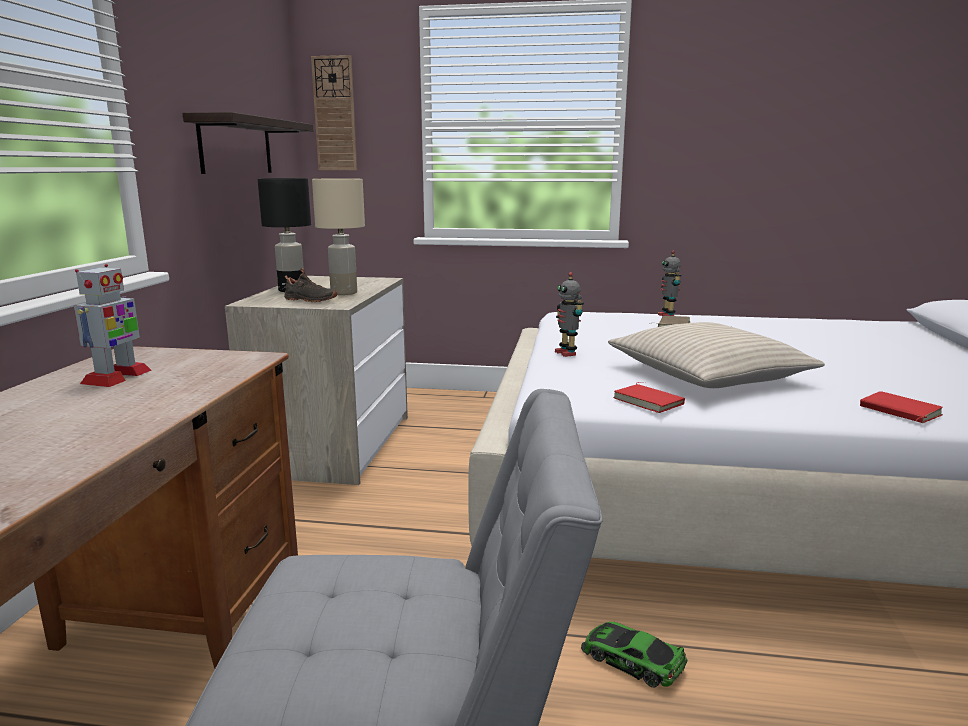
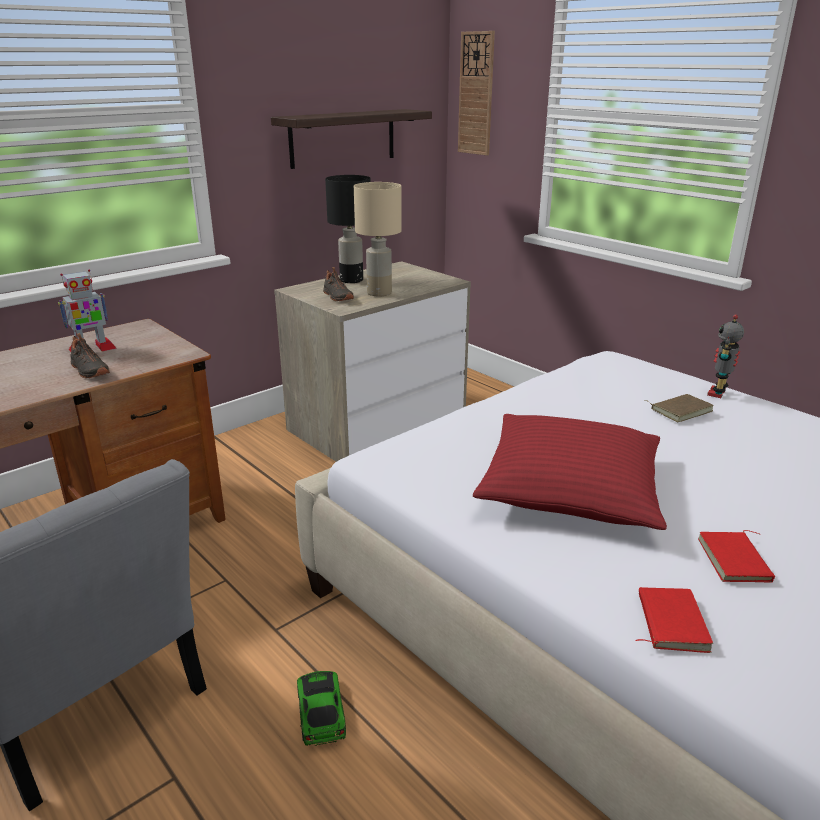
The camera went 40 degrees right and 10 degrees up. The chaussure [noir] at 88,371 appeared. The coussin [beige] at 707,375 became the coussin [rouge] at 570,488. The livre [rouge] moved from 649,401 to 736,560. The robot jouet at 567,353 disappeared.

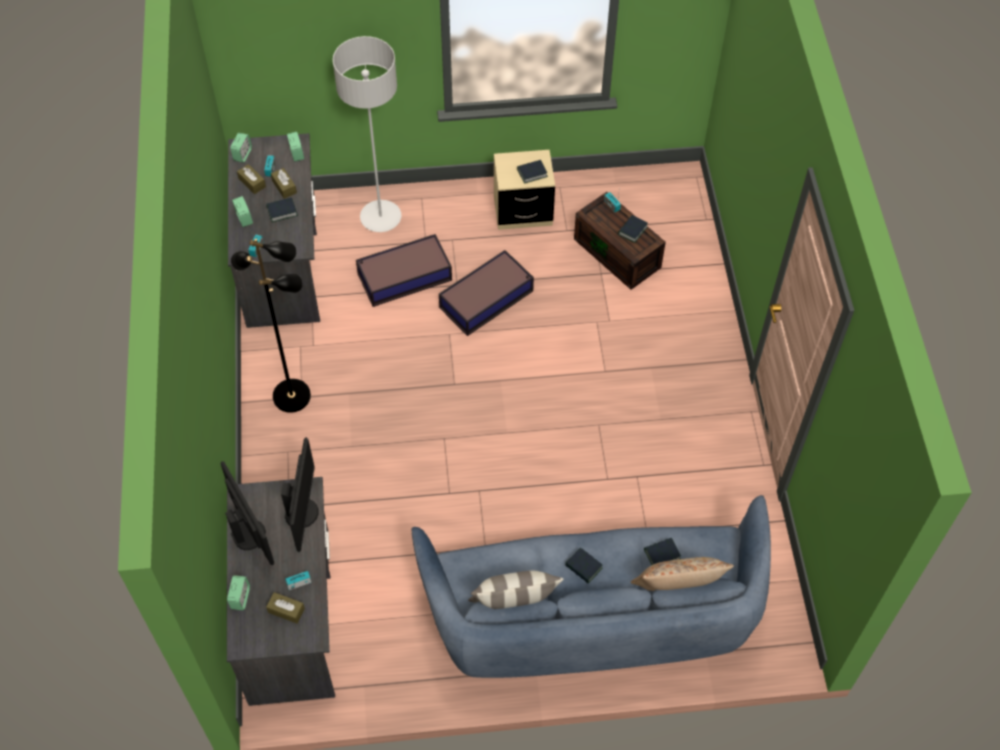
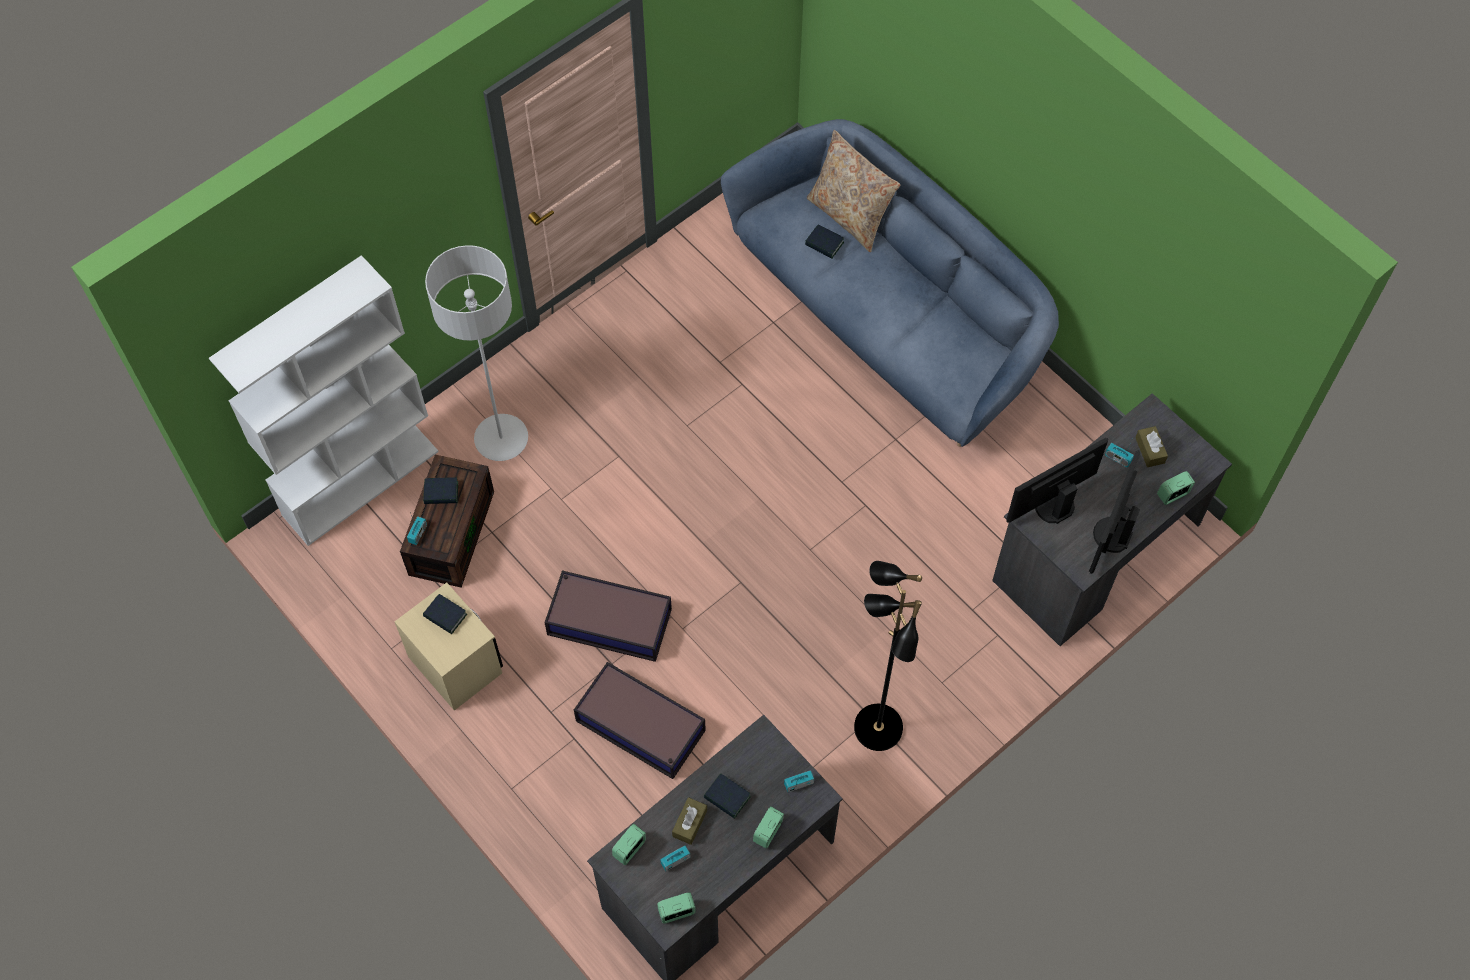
The camera went 125 degrees left and 5 degrees up. The bibliothèque [blanc] at 361,482 appeared. The lampadaire [gris] moved from 380,217 to 501,439. The boîte à mouchoirs [marron] at 252,183 disappeared. The coussin at 514,606 disappeared. The livre at 583,567 disappeared.

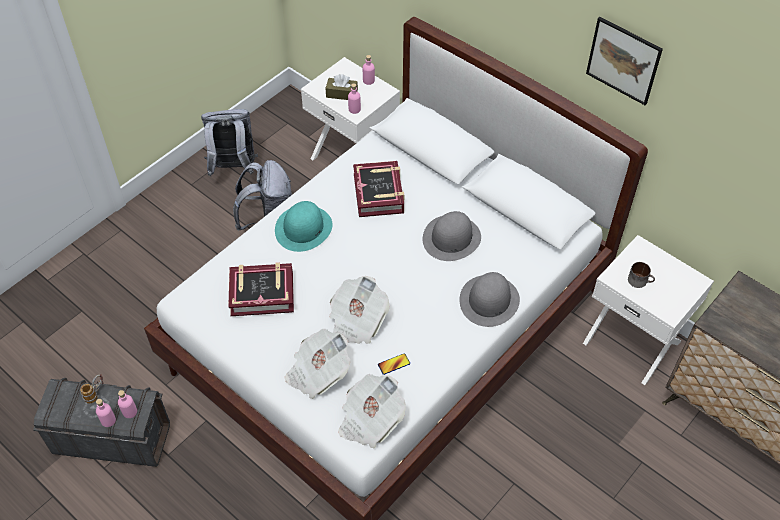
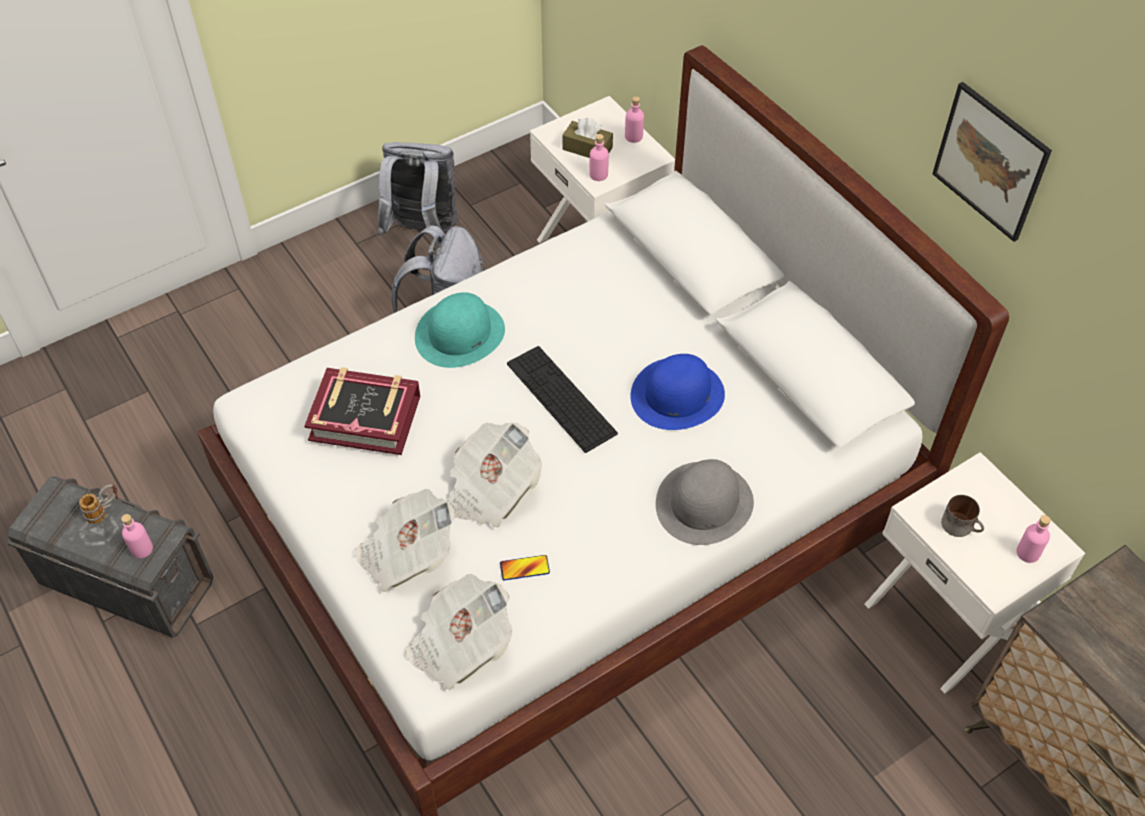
The camera went 15 degrees right and 0 degrees up. The clavier at 561,398 appeared. The chapeau [gris] at 451,238 became the chapeau [bleu] at 677,395. The bouteille [rose] moved from 108,420 to 1027,553. The livre at 379,193 disappeared.

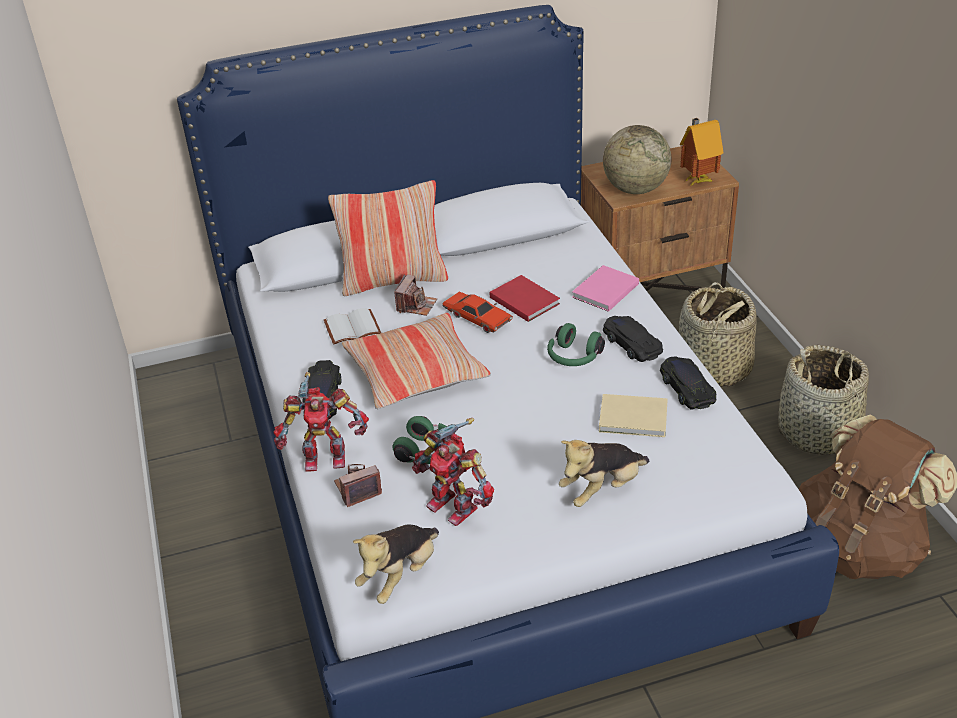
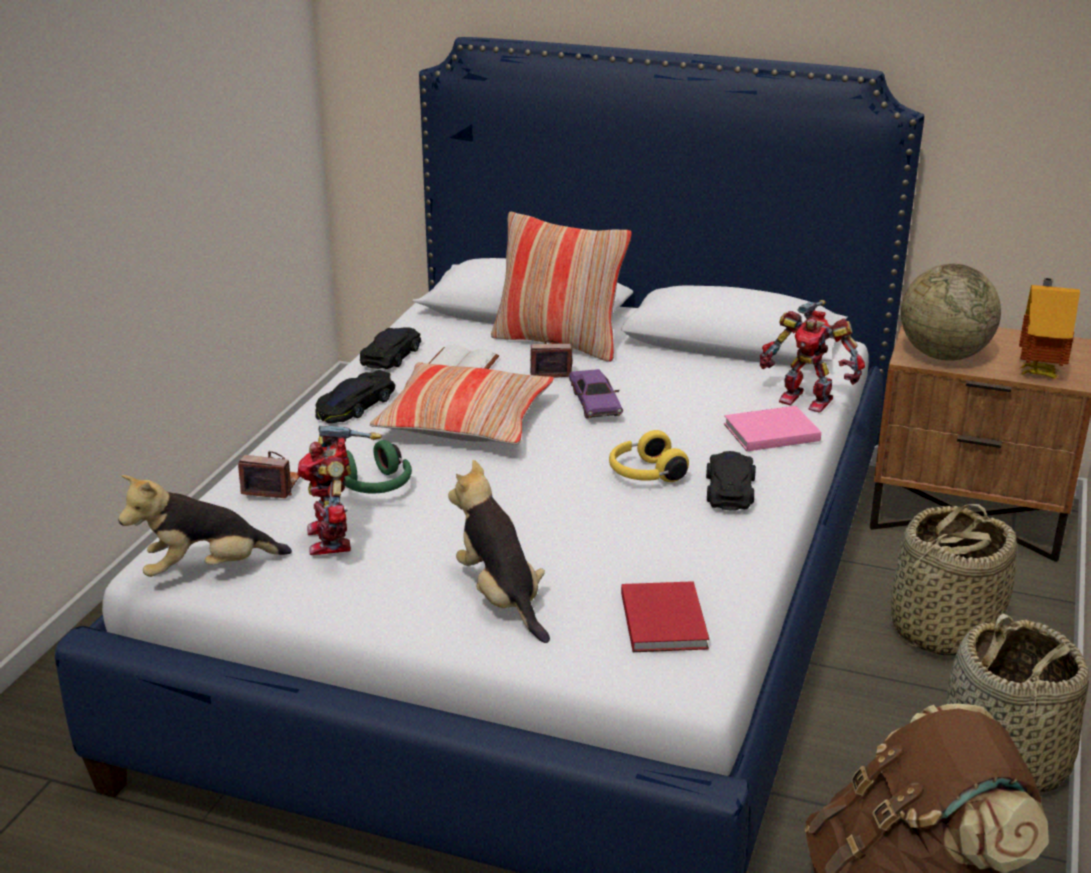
The camera went 35 degrees right and 10 degrees down. The petite voiture [noir] moved from 686,387 to 392,355. The peluche at 602,489 turned 60 degrees clockwise. The appareil photo at 416,305 turned 150 degrees counterclockwise. The petite voiture [rouge] at 477,318 became the petite voiture [violet] at 594,403. The casque audio [vert] at 573,357 became the casque audio [jaune] at 645,474. The livre [rouge] moved from 524,299 to 664,619. The robot jouet moved from 325,456 to 807,399. The livre [beige] at 635,419 disappeared.

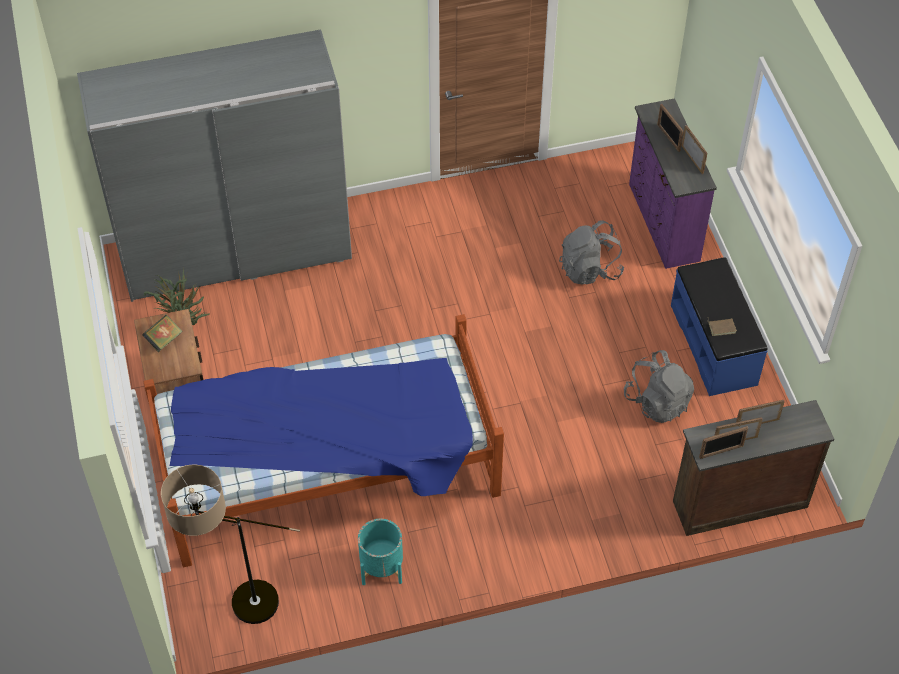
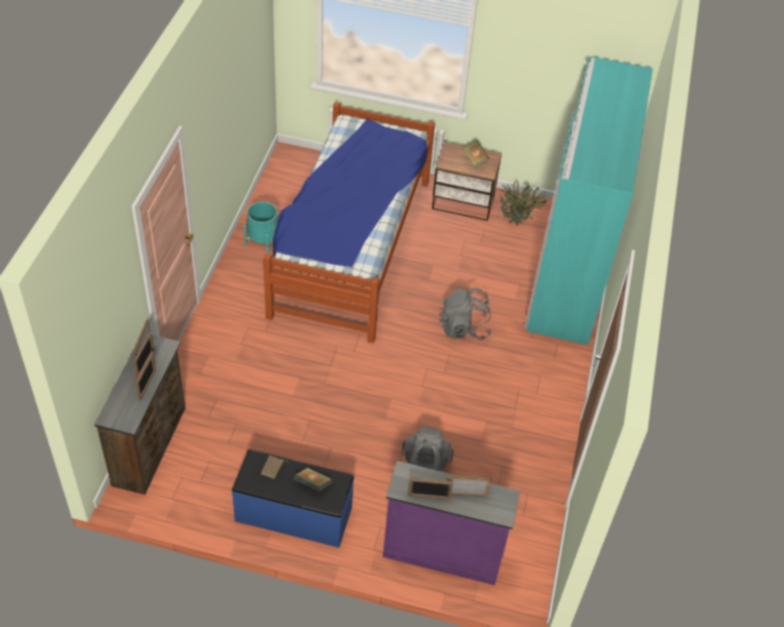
The camera went 115 degrees right and 5 degrees down. The livre at 313,485 appeared. The sac à dos [gris] moved from 657,401 to 464,328. The armoire [gris] at 236,252 became the armoire [turquoise] at 569,273. The lampadaire at 236,607 disappeared.

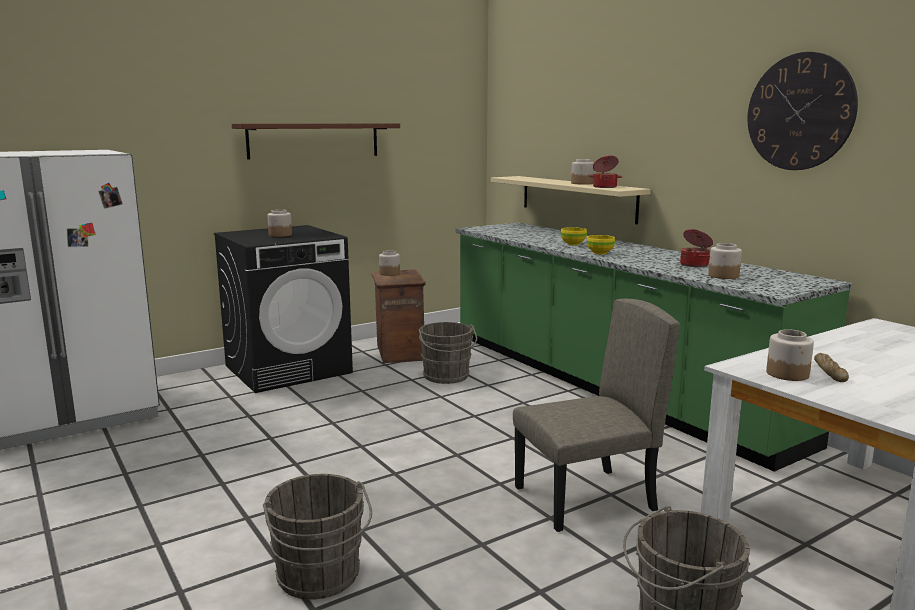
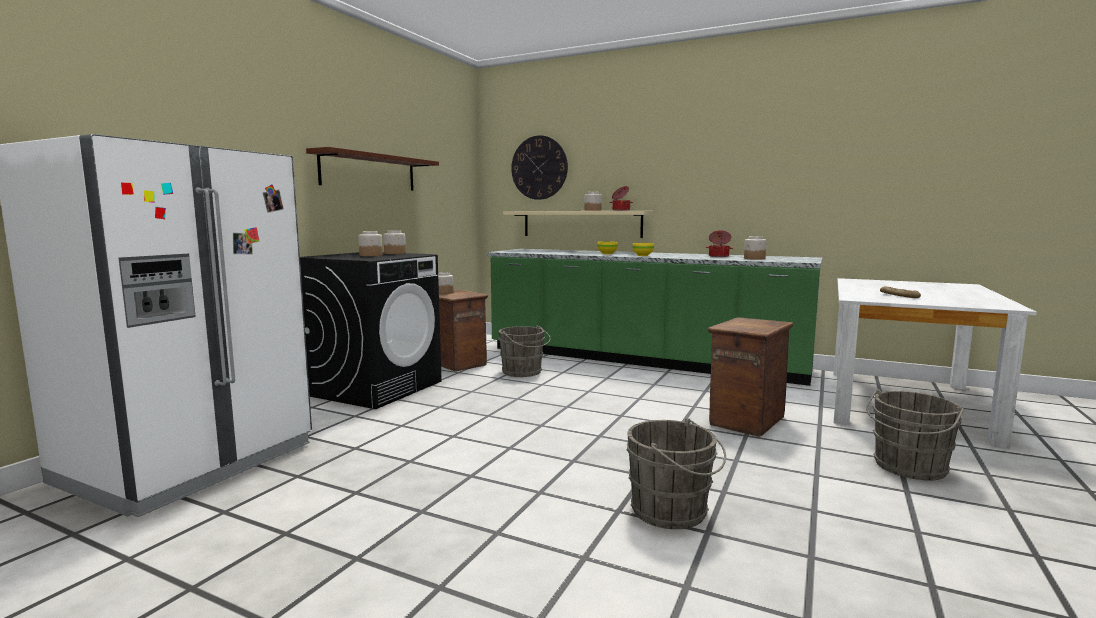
The camera went 30 degrees left and 5 degrees down. The bocal moved from 787,374 to 395,253. The horloge murale moved from 800,112 to 539,167. The chaise [beige] at 585,499 was replaced by the caisse at 746,421.

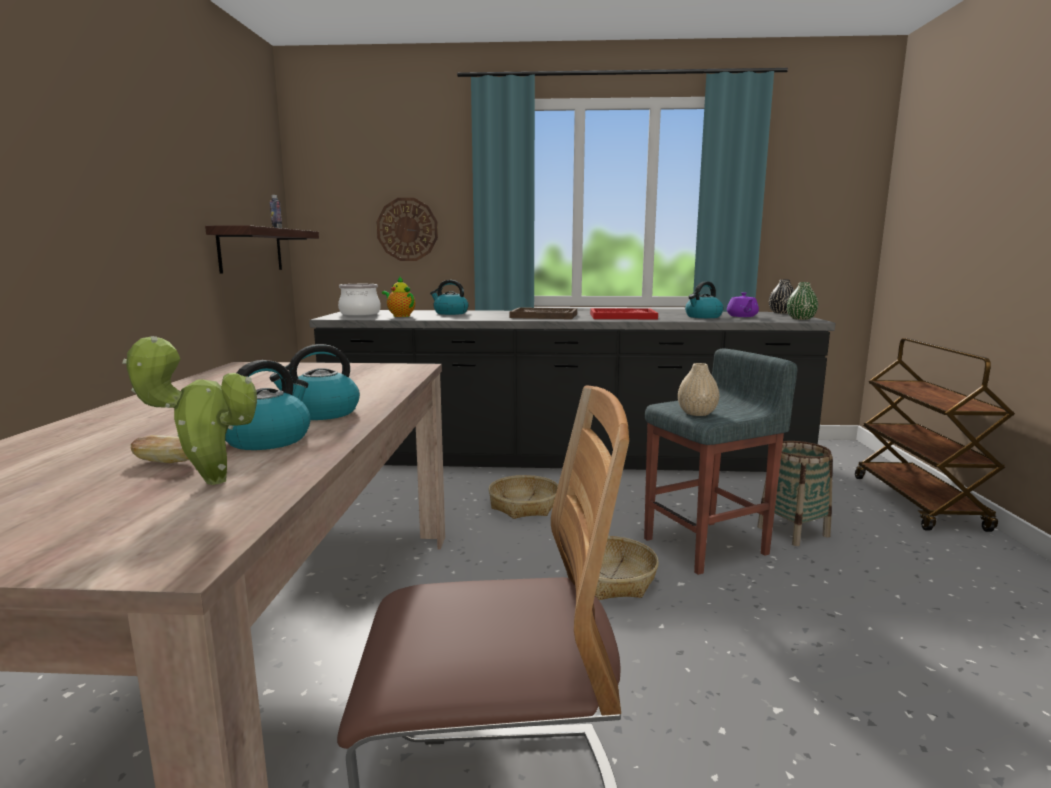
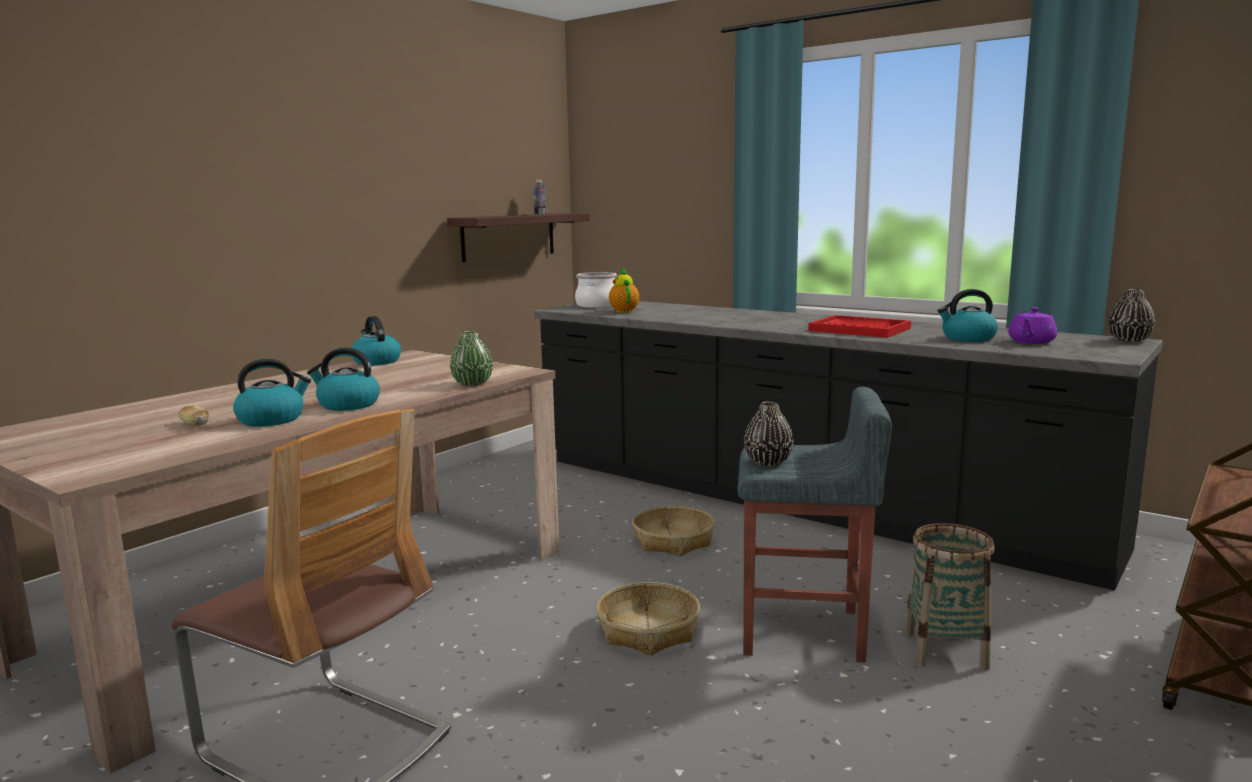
The camera went 35 degrees right and 0 degrees up. The bouilloire moved from 450,313 to 376,361. The vase [vert] moved from 800,319 to 472,383. The vase [beige] at 697,413 became the vase [noir] at 768,462. The plante en pot at 207,481 disappeared. The horloge murale at 407,229 disappeared. The plateau [marron] at 544,316 disappeared.

